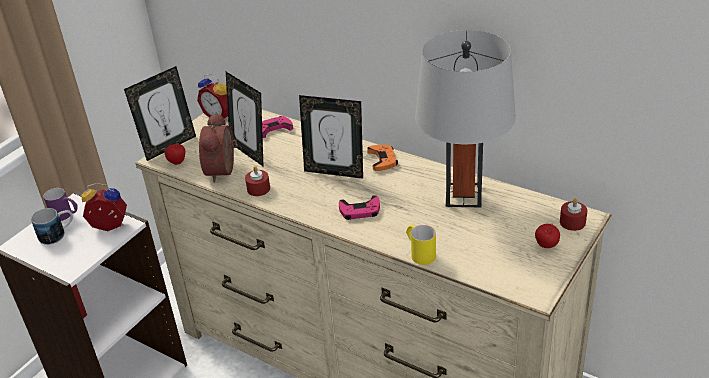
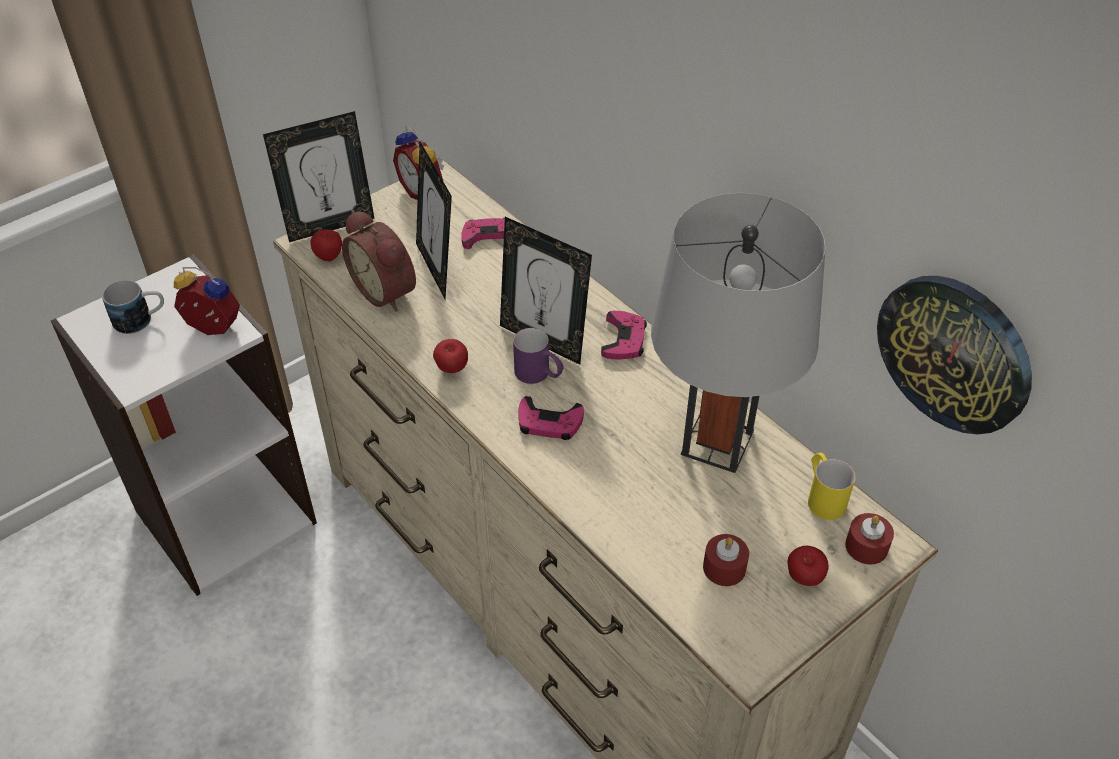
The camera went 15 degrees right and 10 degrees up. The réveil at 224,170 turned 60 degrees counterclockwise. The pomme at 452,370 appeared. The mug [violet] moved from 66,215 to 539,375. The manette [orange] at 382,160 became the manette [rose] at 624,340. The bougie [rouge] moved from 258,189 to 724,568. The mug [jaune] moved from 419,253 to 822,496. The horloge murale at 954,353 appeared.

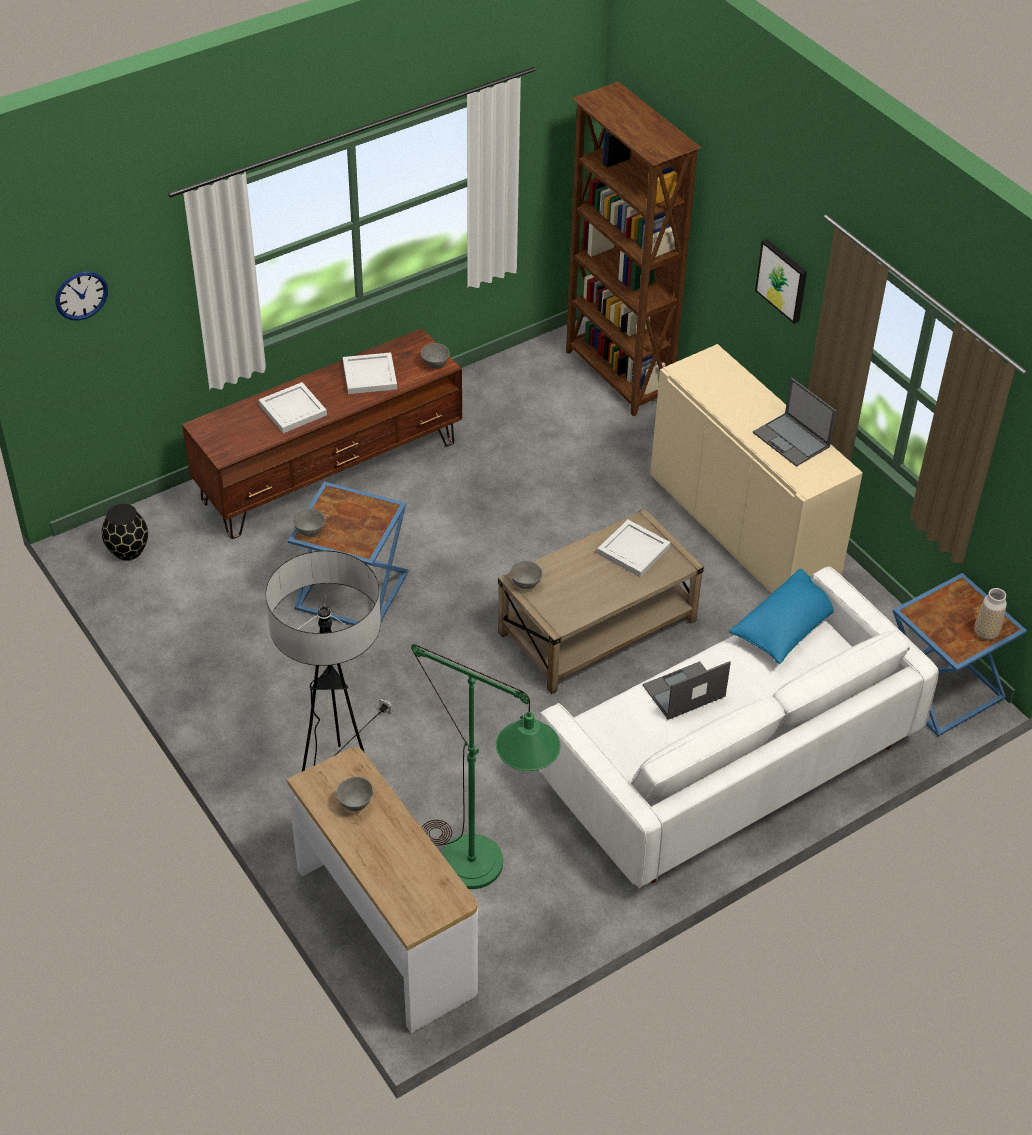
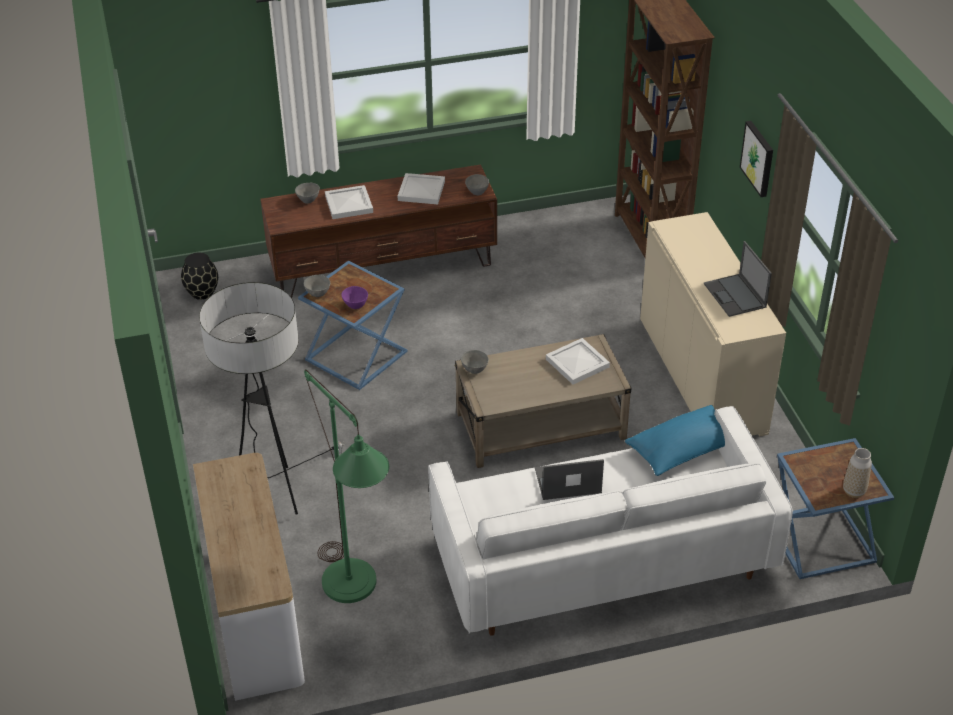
The camera went 20 degrees right and 5 degrees down. The bol [gris] moved from 355,804 to 308,200. The bol [violet] at 355,306 appeared. The horloge murale at 81,295 disappeared.

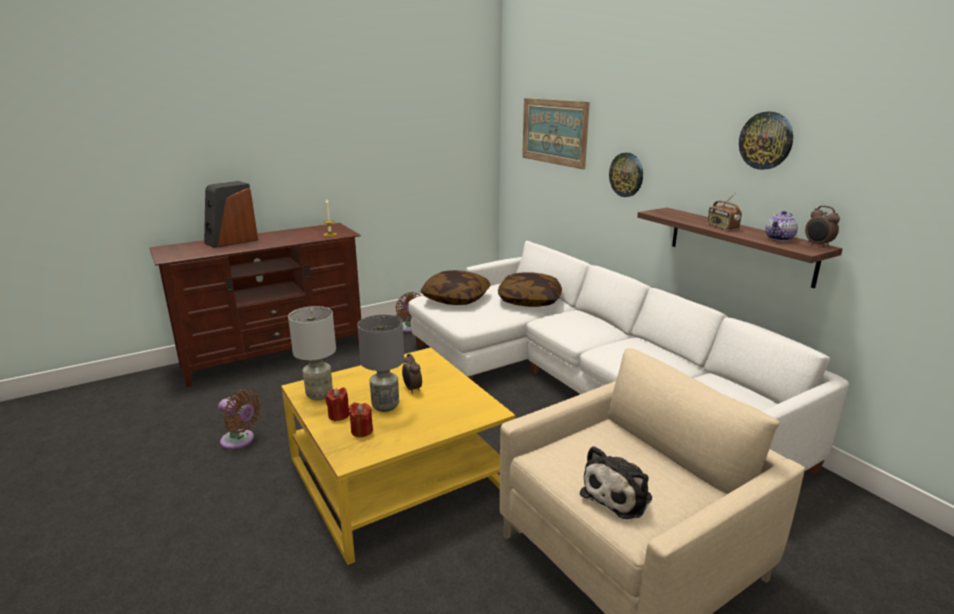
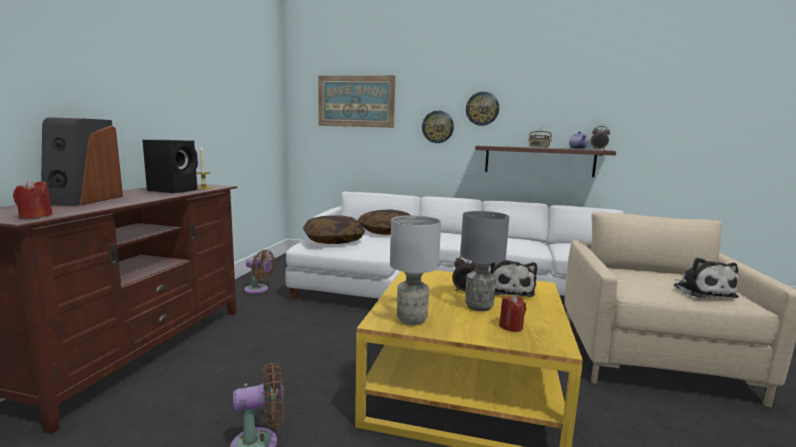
The camera went 45 degrees left and 10 degrees down. The bougie [rouge] moved from 338,415 to 35,216. The enceinte [noir] at 174,190 appeared. The horloge murale moved from 766,140 to 482,108. The peluche at 509,290 appeared.

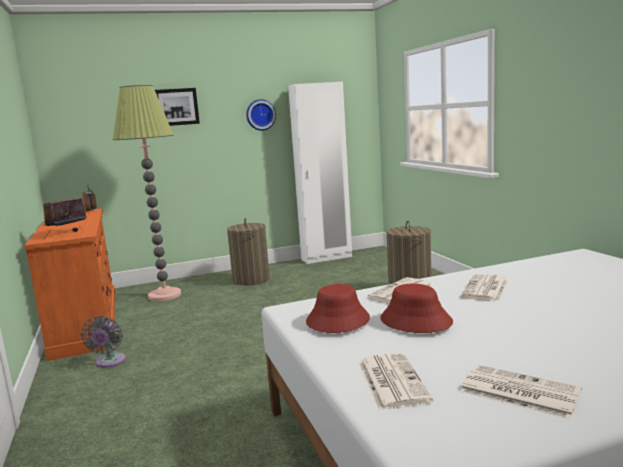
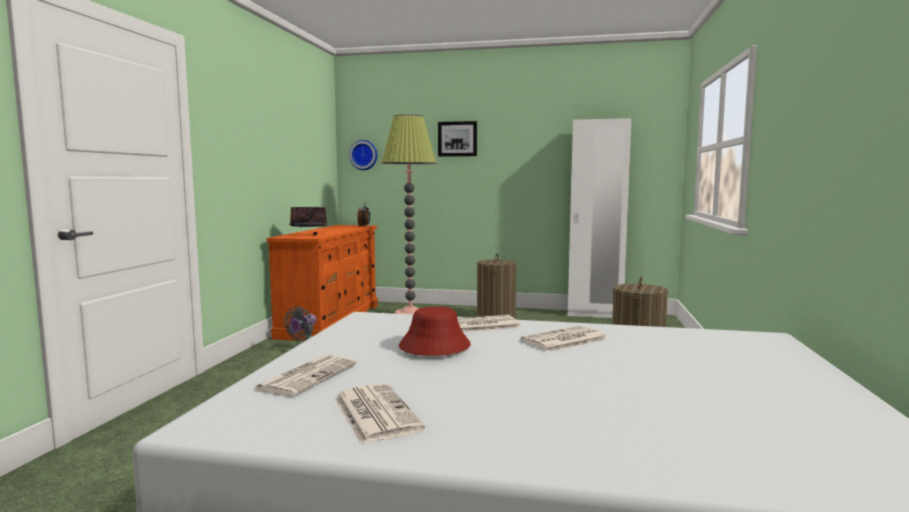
The camera went 30 degrees right and 5 degrees down. The horloge murale moved from 260,115 to 364,155. The chapeau [rouge] at 337,320 disappeared.

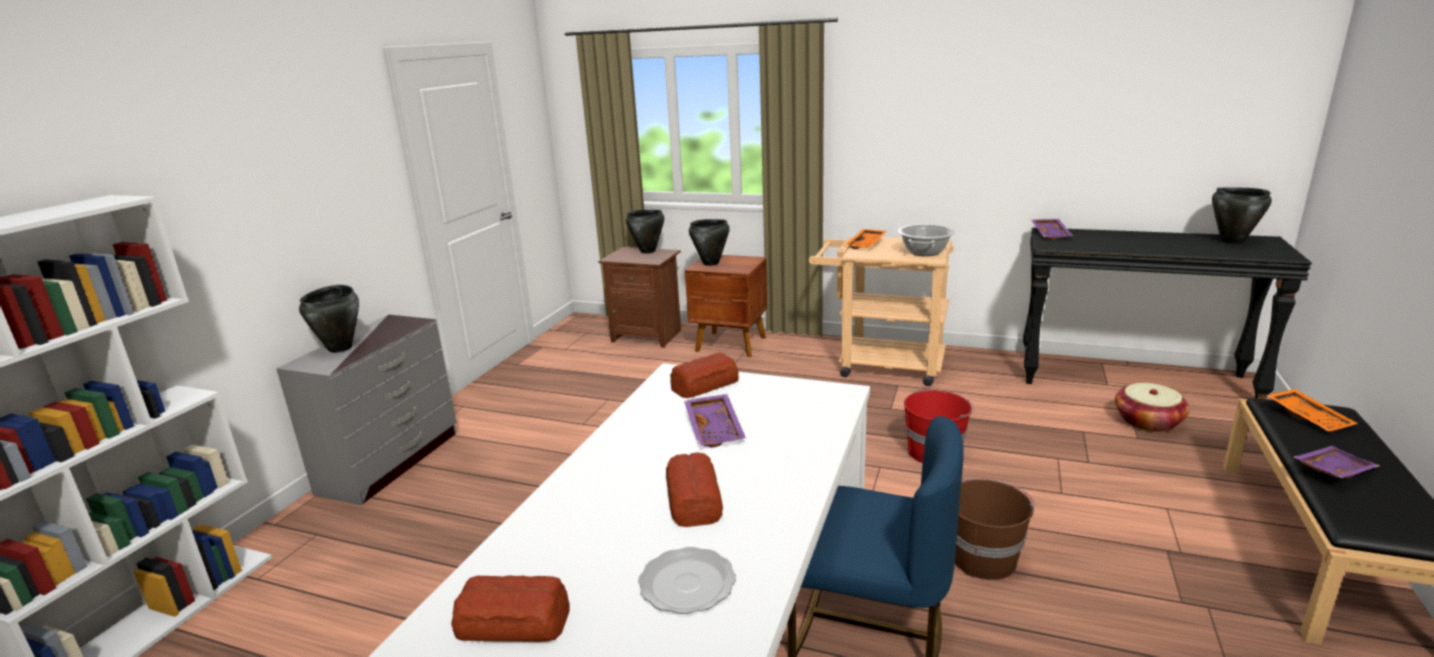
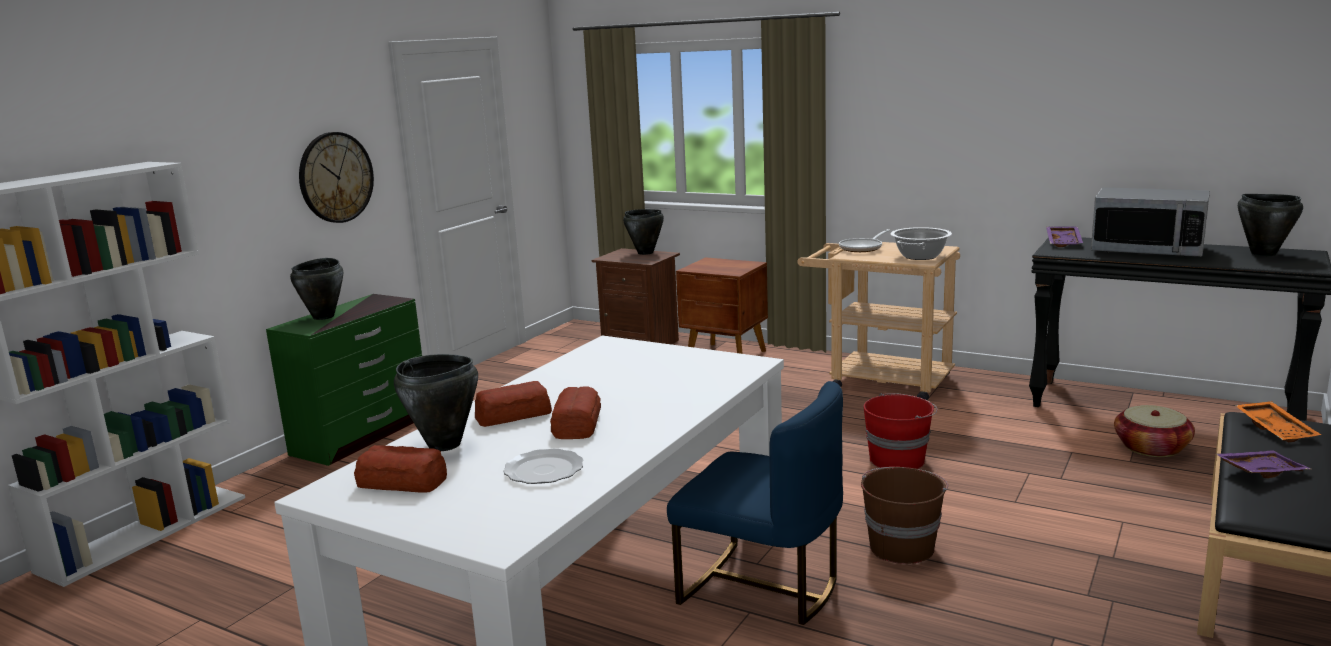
The camera went 10 degrees right and 5 degrees down. The commode [gris] at 392,462 became the commode [vert] at 363,435. The horloge murale at 335,177 appeared. The marmite [noir] moved from 711,263 to 444,445. The pain moved from 706,385 to 514,415. The plateau [orange] at 867,244 was replaced by the poêle at 863,248. The micro-ondes at 1147,250 appeared. The plateau [violet] at 716,429 disappeared.

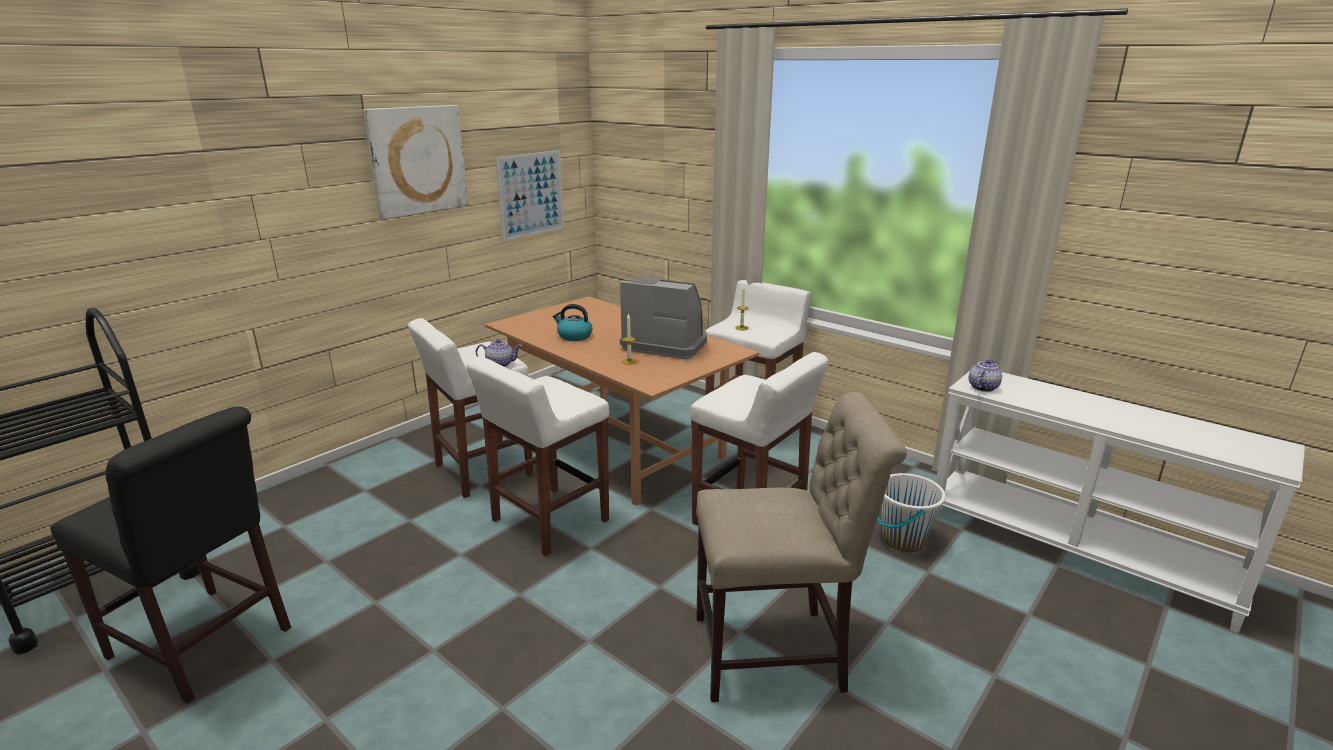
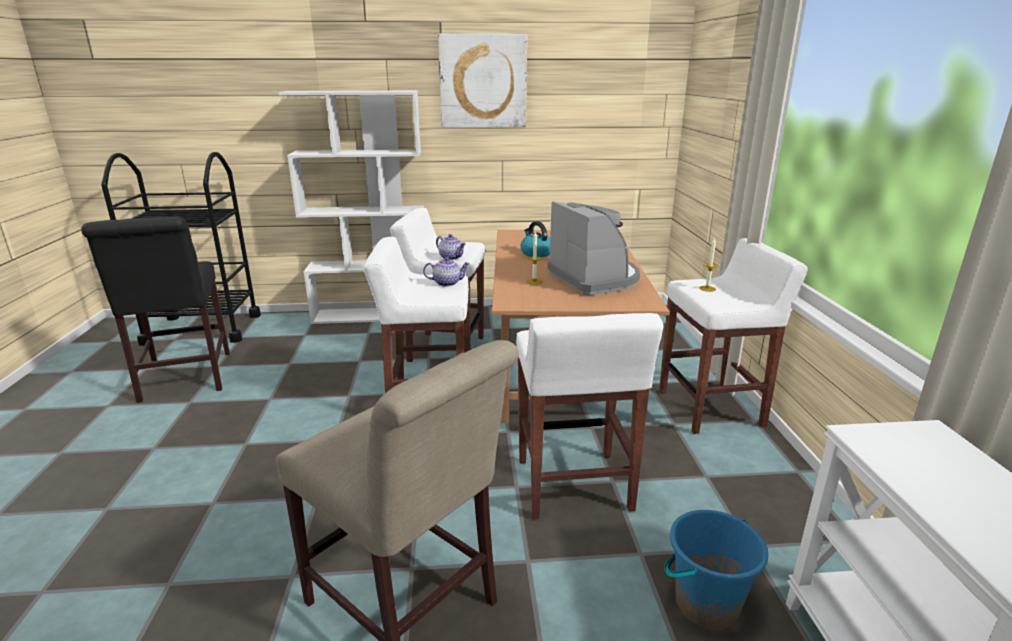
The camera went 45 degrees right and 0 degrees up. The bibliothèque [blanc] at 372,315 appeared. The théière moved from 982,387 to 447,283. The seau [blanc] at 903,539 became the seau [bleu] at 706,604. The tableau at 531,194 disappeared.

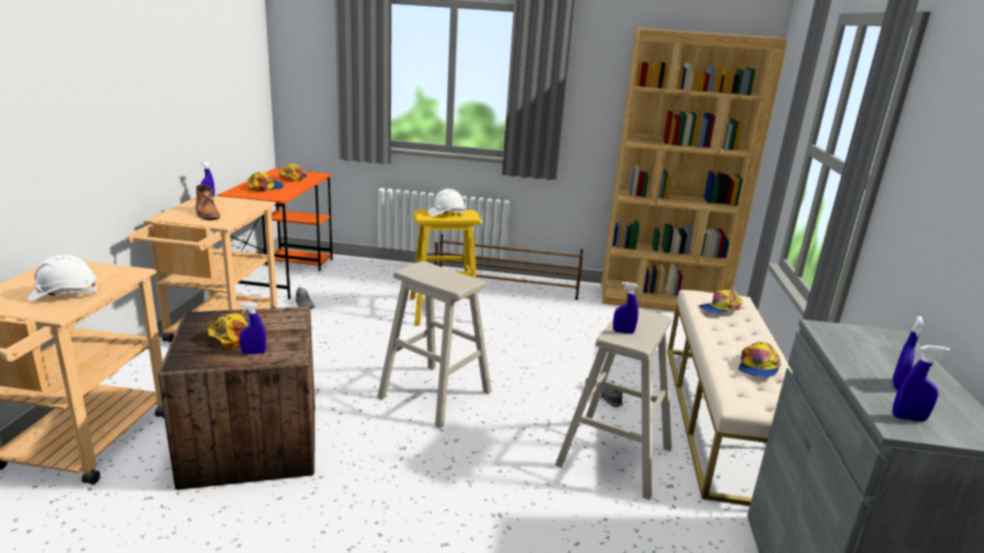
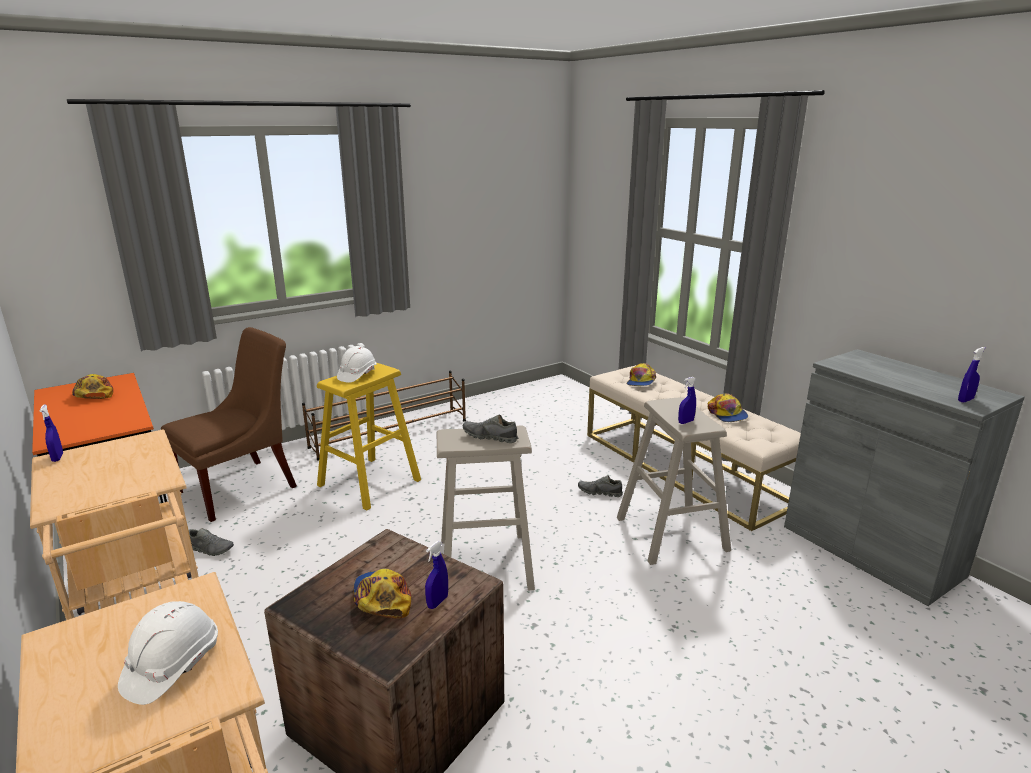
The camera went 40 degrees left and 0 degrees up. The chaise [marron] at 242,487 appeared. The chaussure [gris] at 490,437 appeared. The botte [marron] at 207,213 disappeared. The casquette at 265,187 disappeared. The bibliothèque [marron] at 661,300 disappeared. The vaporisateur [bleu] at 897,385 disappeared.

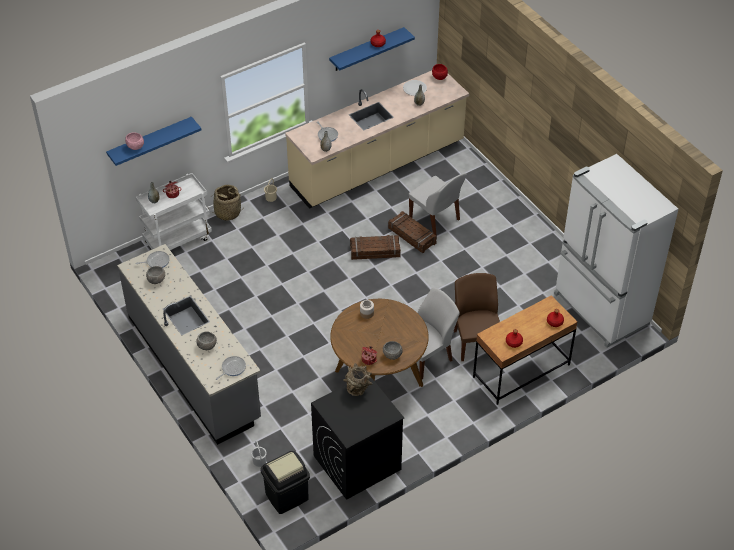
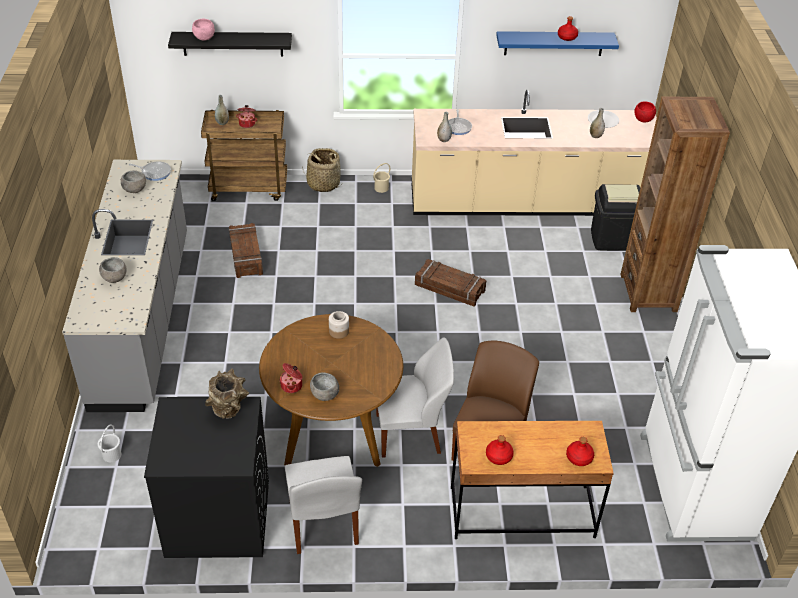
The camera went 30 degrees right and 5 degrees down. The étagère [bleu] at 150,141 became the étagère [noir] at 232,44. The chariot [blanc] at 178,239 became the chariot [marron] at 249,188. The caisse moved from 412,235 to 246,255. The chaise [blanc] moved from 435,219 to 323,525. The poubelle [noir] moved from 287,497 to 611,240. The bibliothèque [marron] at 648,293 appeared. The poêle at 232,368 disappeared.

